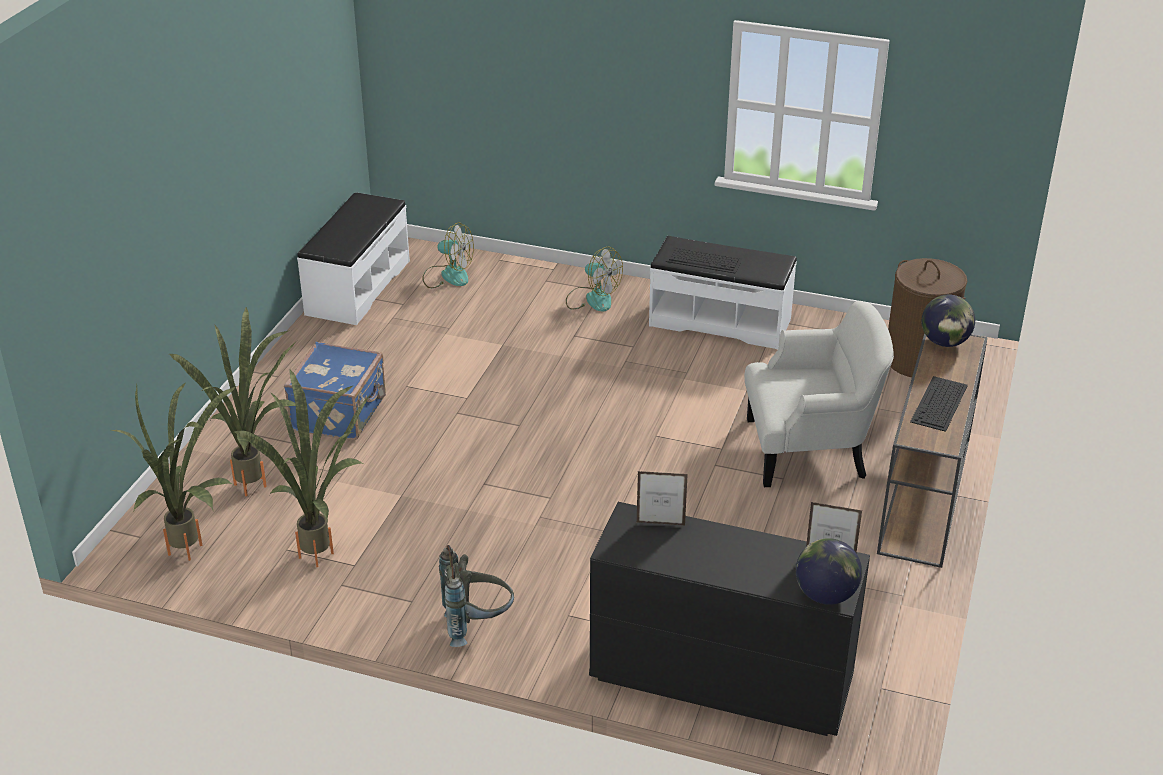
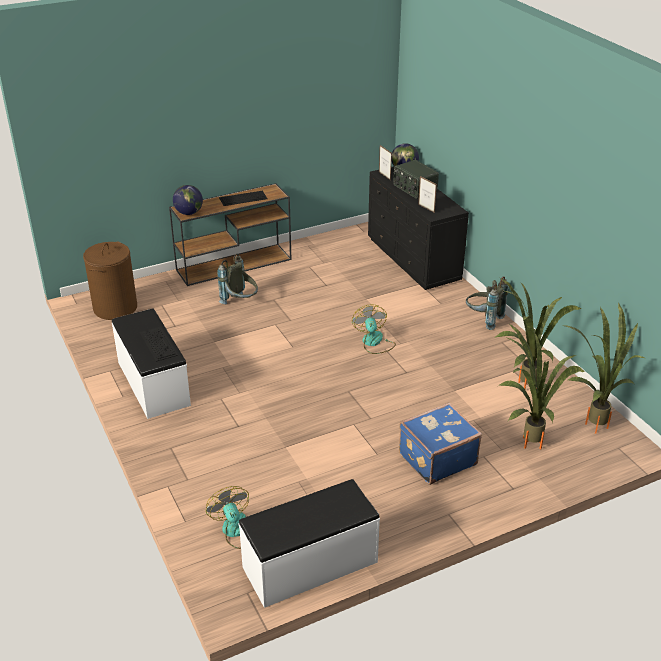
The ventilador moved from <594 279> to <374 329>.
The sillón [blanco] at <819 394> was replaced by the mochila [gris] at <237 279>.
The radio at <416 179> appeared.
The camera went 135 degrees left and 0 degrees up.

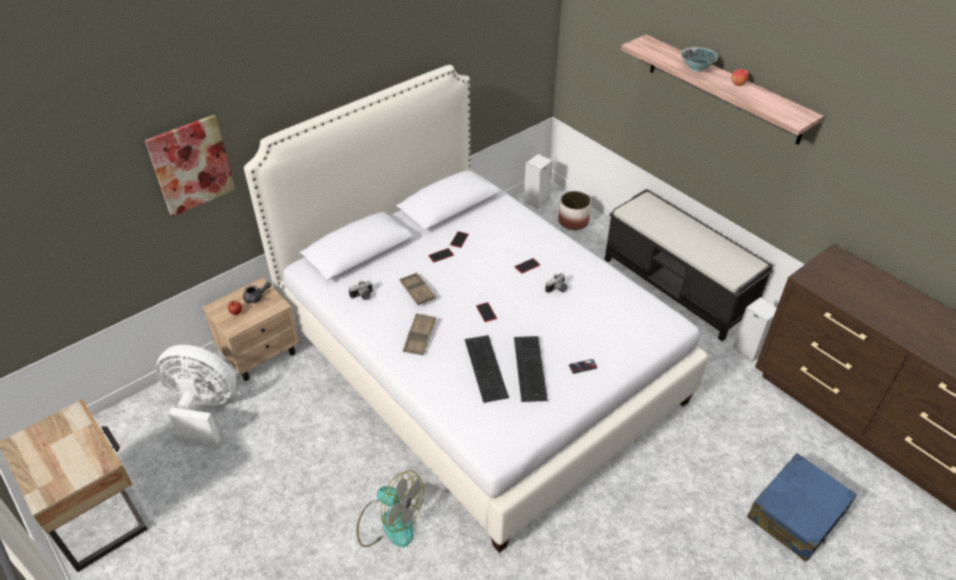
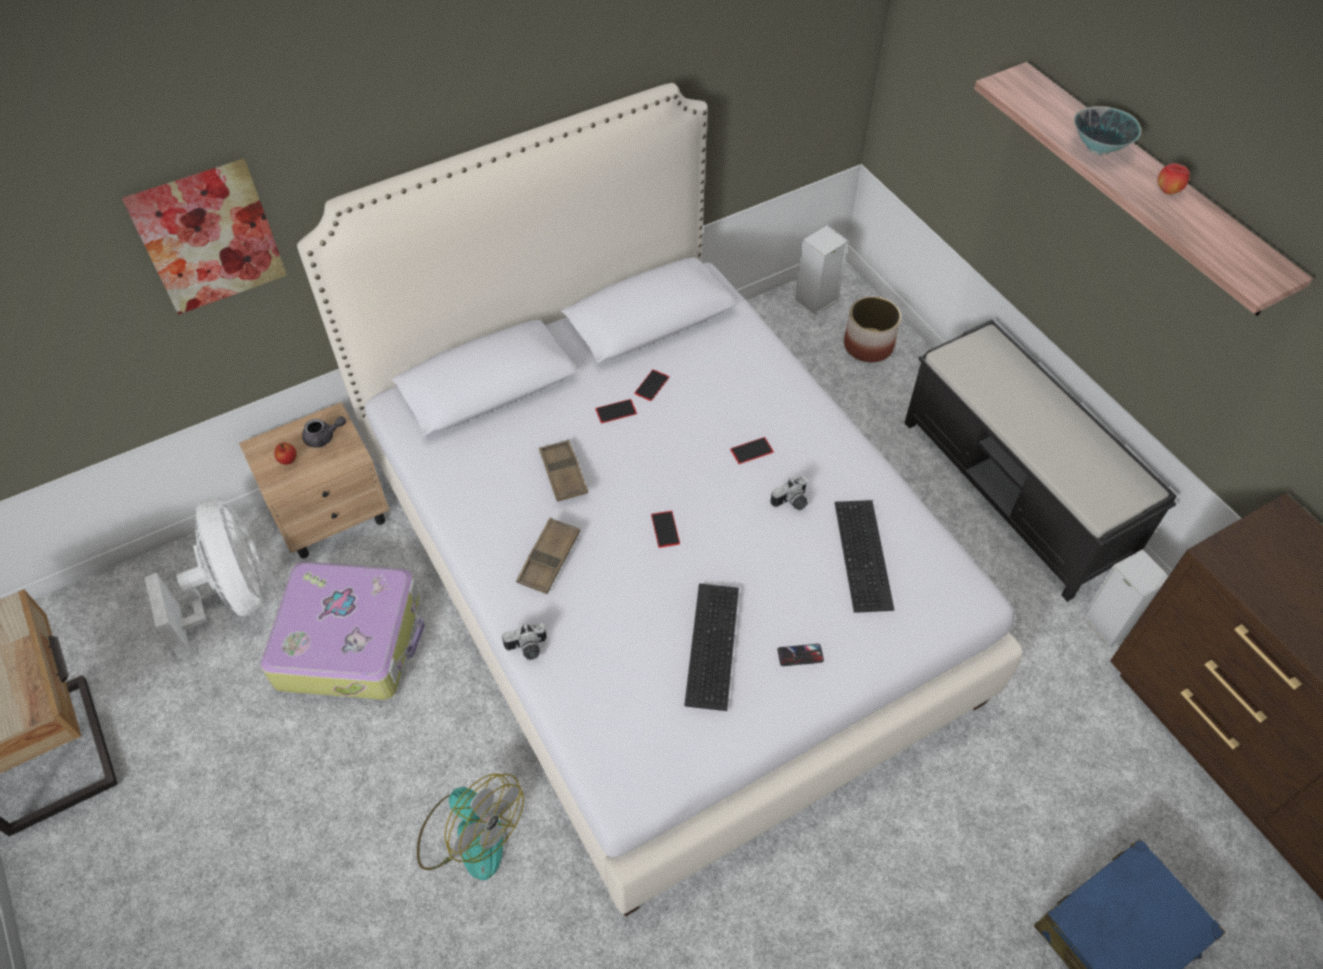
The ventilador [blanco] at <196 395> turned 45 degrees clockwise.
The cámara moved from <361 290> to <524 641>.
The teclado moved from <487 369> to <864 556>.
The maleta at <343 631> appeared.
The camera went 10 degrees right and 10 degrees up.

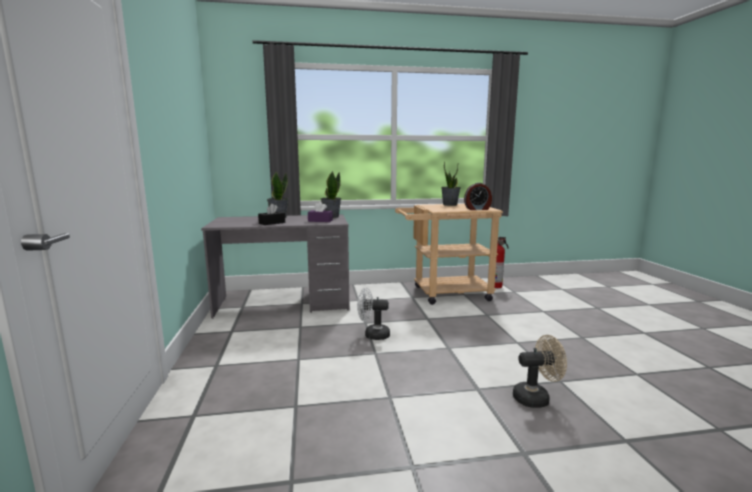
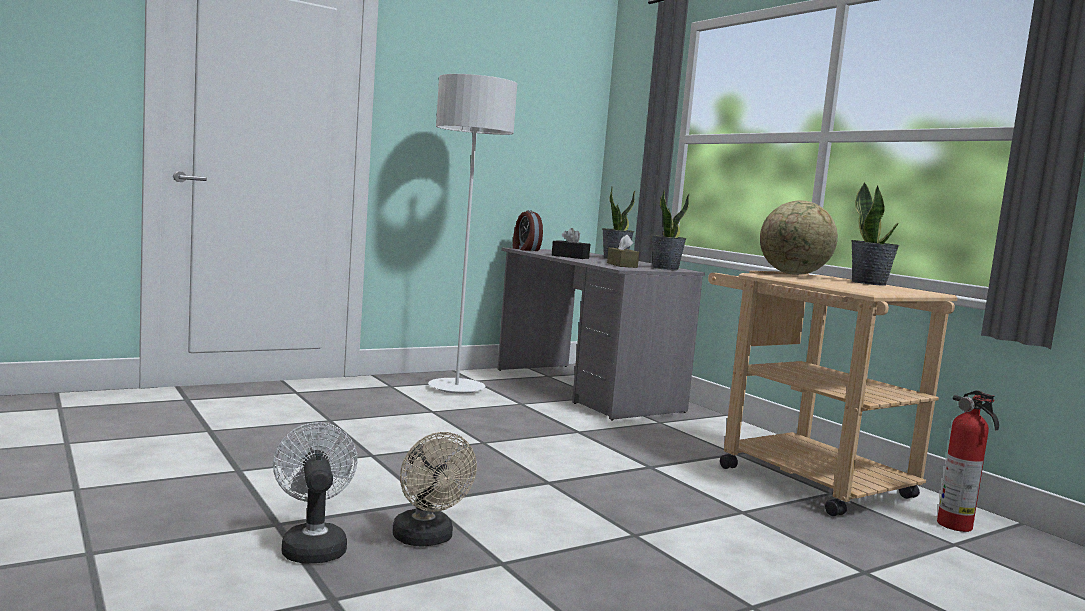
The caja de pañuelos [morado] at <320 212> became the caja de pañuelos [marrón] at <623 251>.
The ventilador [blanco] moved from <373 314> to <315 493>.
The despertador moved from <478 196> to <528 230>.
The lámpara de pie [blanco] at <472 234> appeared.
The globo terráqueo at <799 237> appeared.
The camera went 65 degrees right and 5 degrees down.

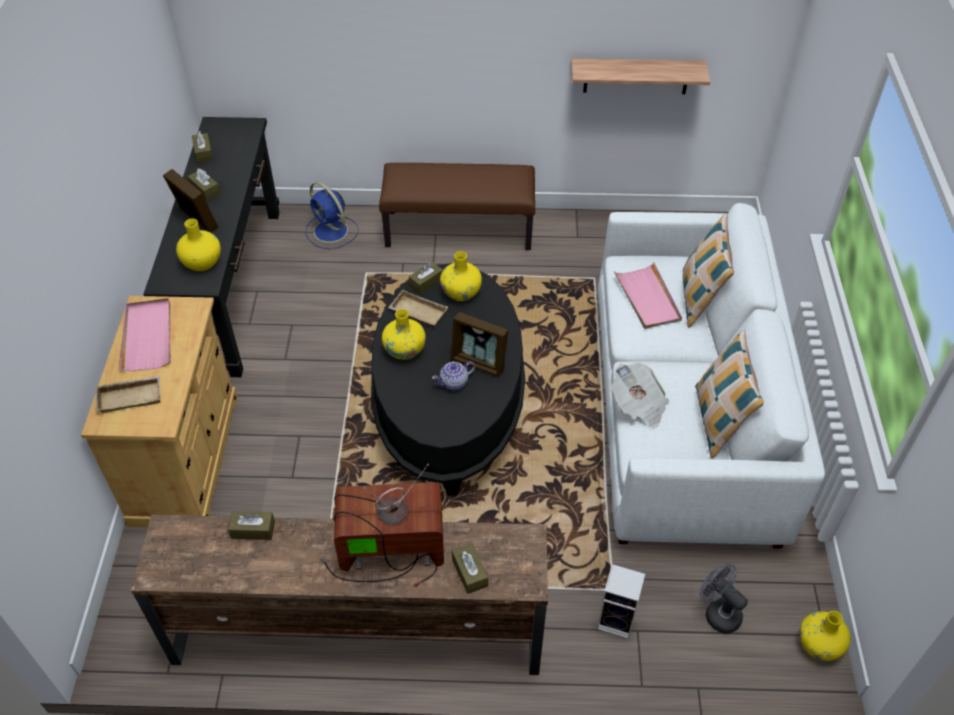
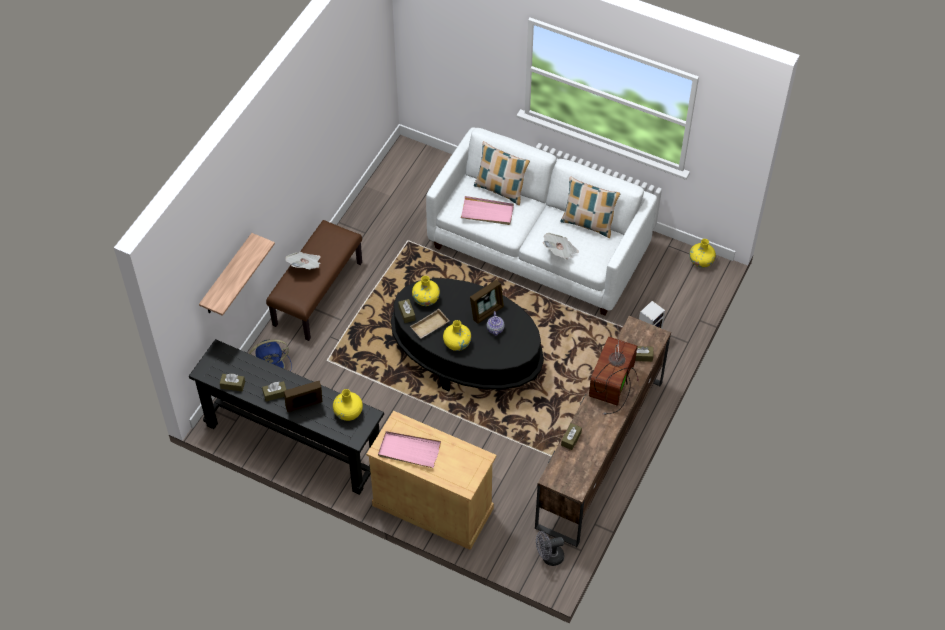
The bandeja [beis] at <128 394> disappeared.
The estante moved from <640 76> to <237 274>.
The ventilador [gris] moved from <724 598> to <550 548>.
The periódico at <303 260> appeared.
The camera went 65 degrees left and 5 degrees up.

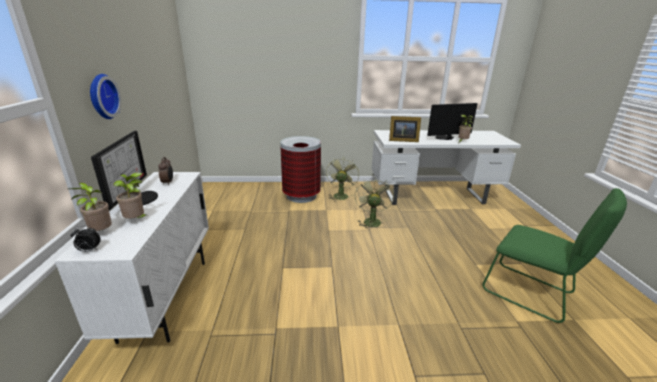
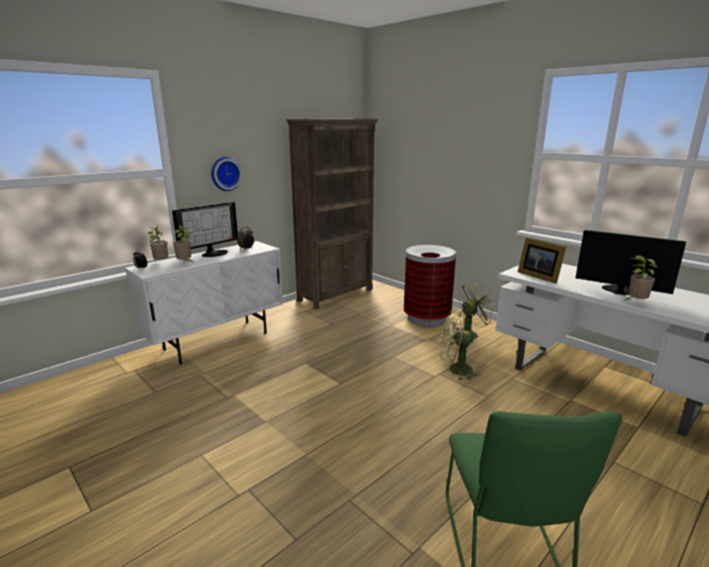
The ventilador [verde] at <374 203> turned 135 degrees counterclockwise.
The estantería [marrón] at <332 214> appeared.
The camera went 50 degrees right and 5 degrees down.

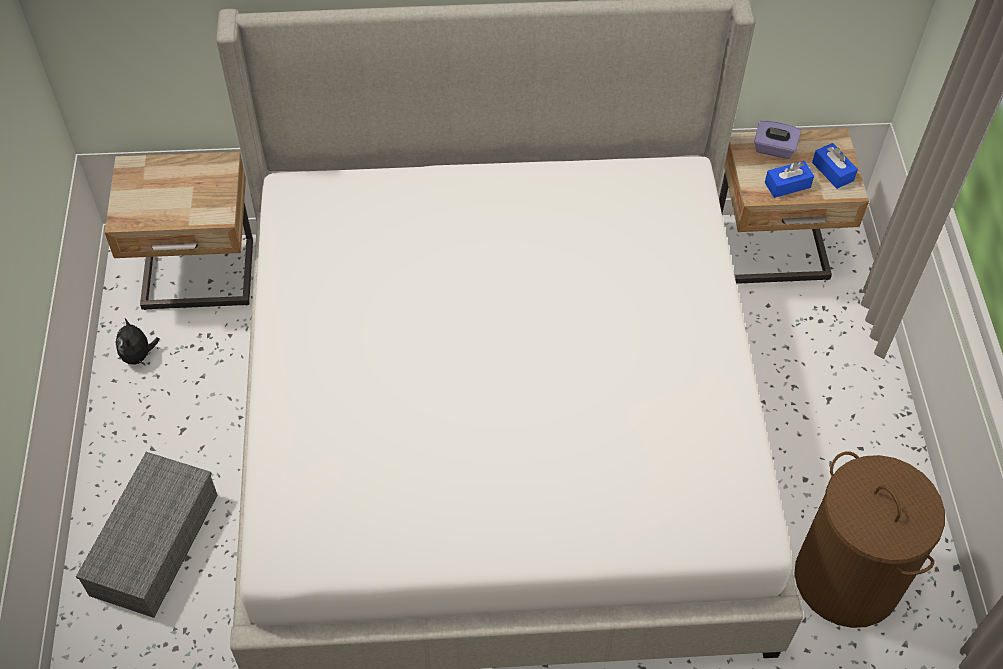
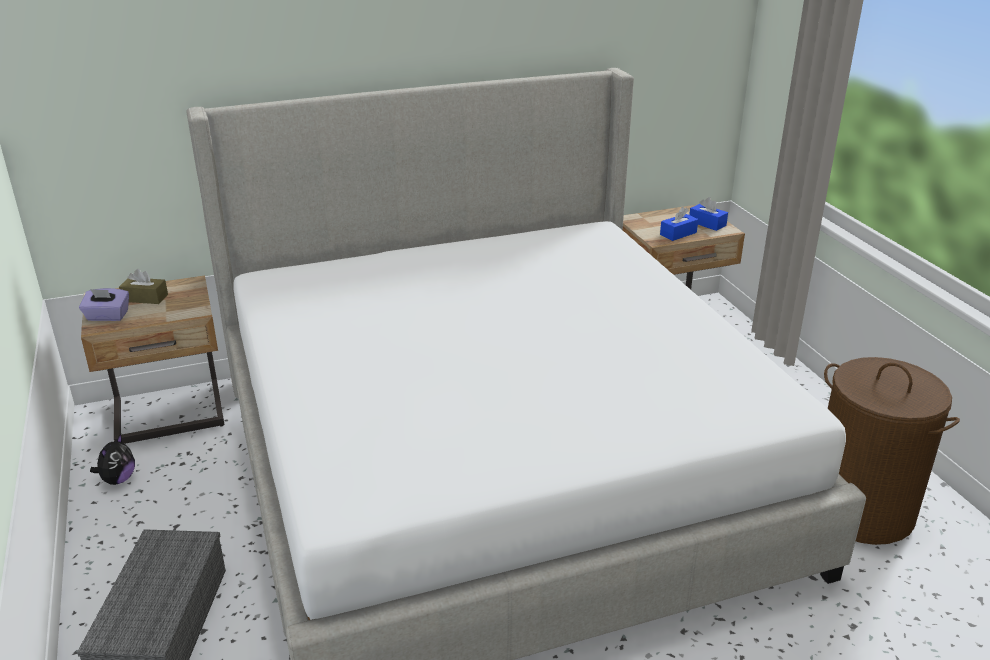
The peluche at <137 342> turned 135 degrees counterclockwise.
The caja de pañuelos [morado] moved from <777 140> to <104 304>.
The caja de pañuelos [marrón] at <143 286> appeared.
The camera went 15 degrees left and 25 degrees down.

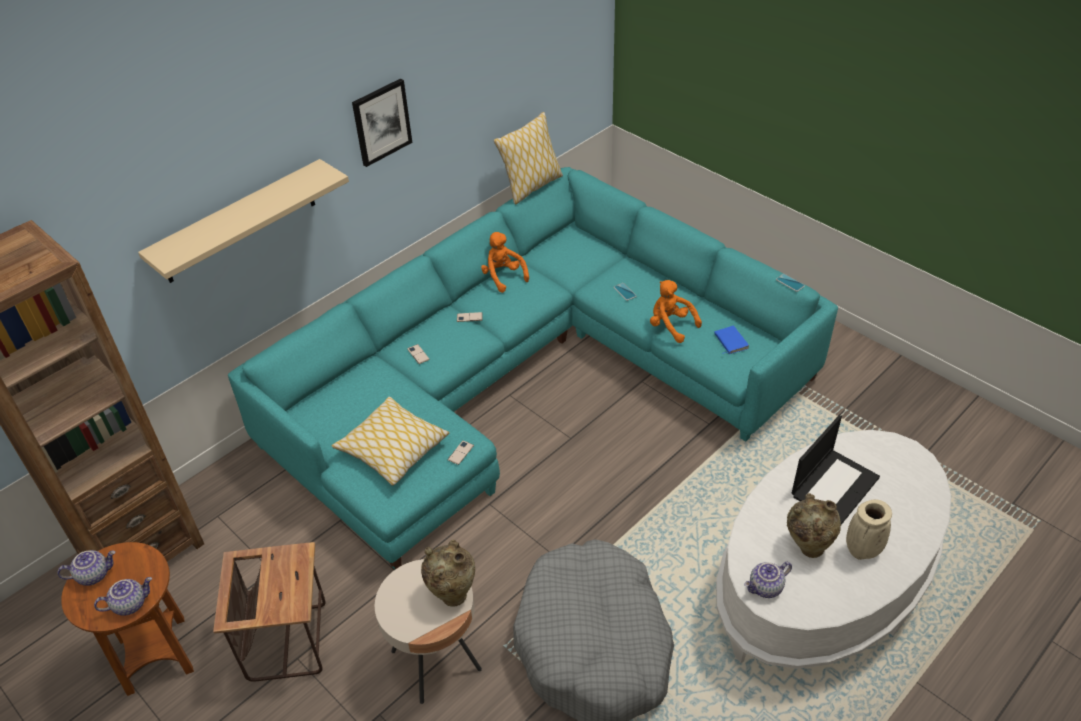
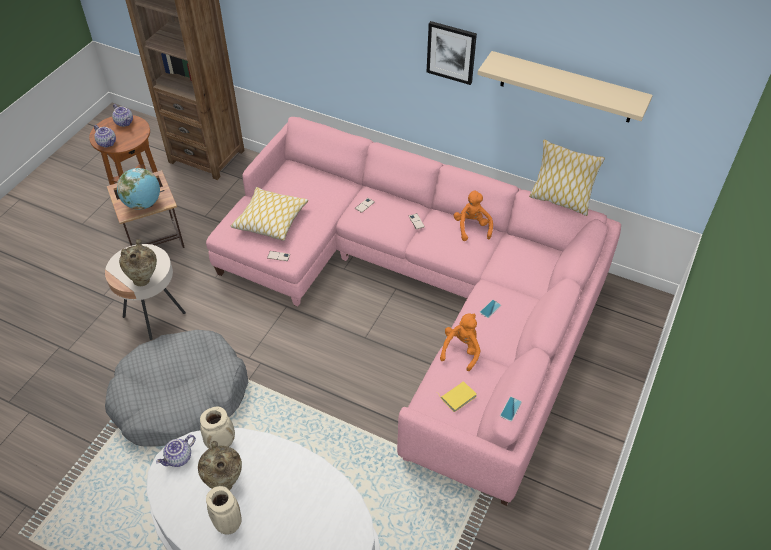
The estante [beis] moved from <243 221> to <565 86>.
The sofá [turquesa] at <533 368> became the sofá [rosa] at <413 311>.
The peluche [naranja] at <505 262> turned 45 degrees counterclockwise.
The libro [azul] at <732 340> became the libro [amarillo] at <456 396>.
The tetera at <768 580> turned 90 degrees counterclockwise.
The portátil at <835 470> disappeared.
The globo terráqueo at <138 189> appeared.
The florero [beis] at <217 428> appeared.
The camera went 70 degrees right and 5 degrees up.

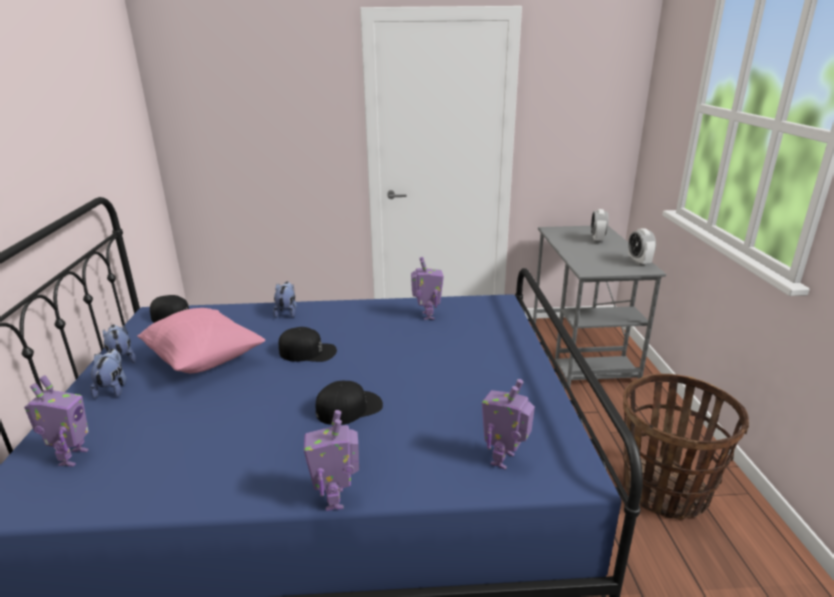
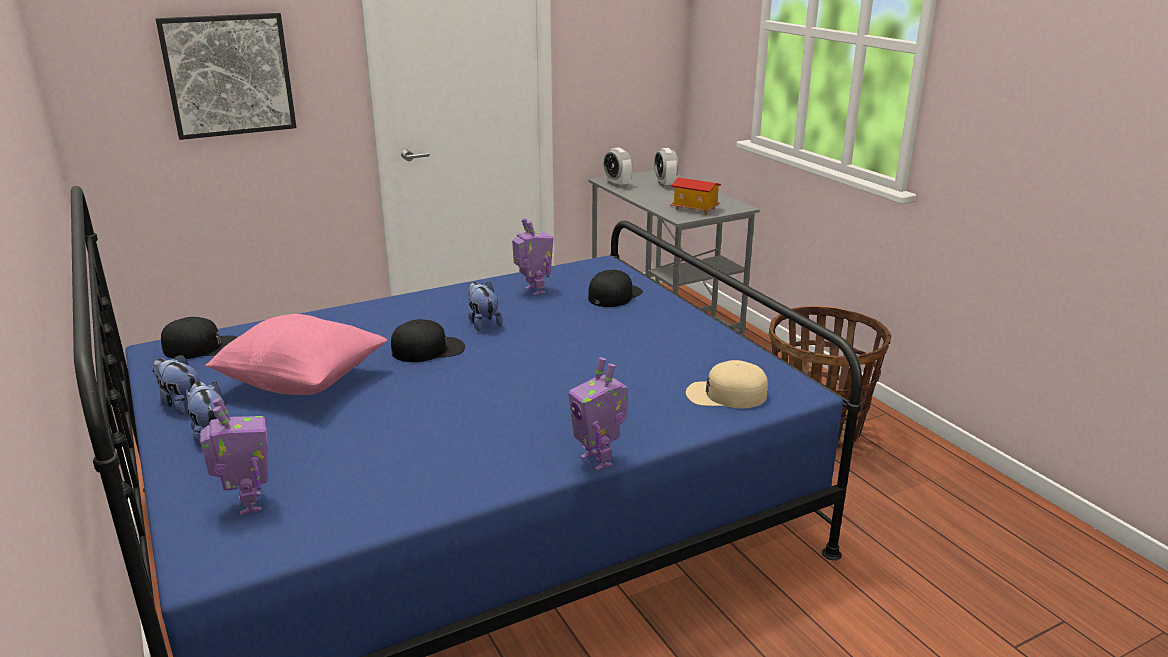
The peluche moved from <285 299> to <485 306>.
The gorra [negro] moved from <349 403> to <615 288>.
The robot de juguete at <508 424> was replaced by the gorra [beis] at <727 384>.
The despertador moved from <642 247> to <617 167>.
The cuadro at <226 76> appeared.
The casita at <695 196> appeared.
The camera went 25 degrees left and 0 degrees up.

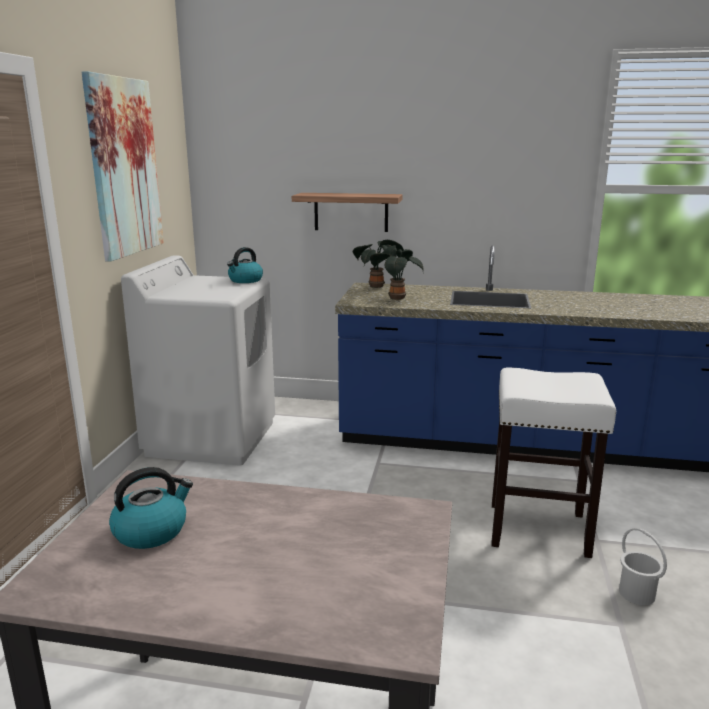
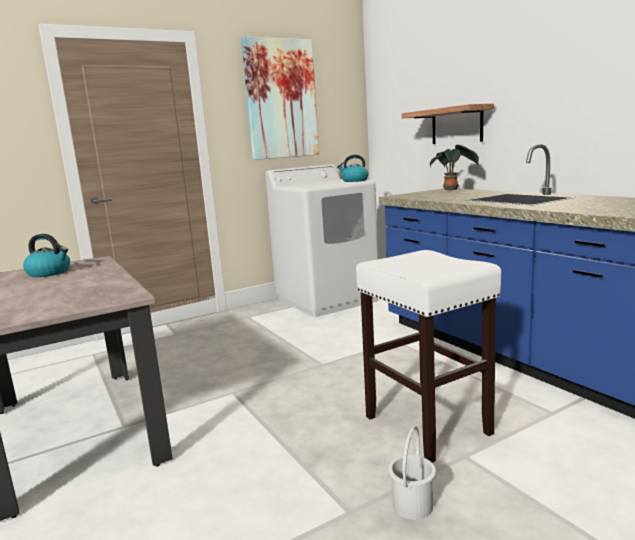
The planta en maceta at <397 273> disappeared.
The camera went 50 degrees right and 5 degrees down.

